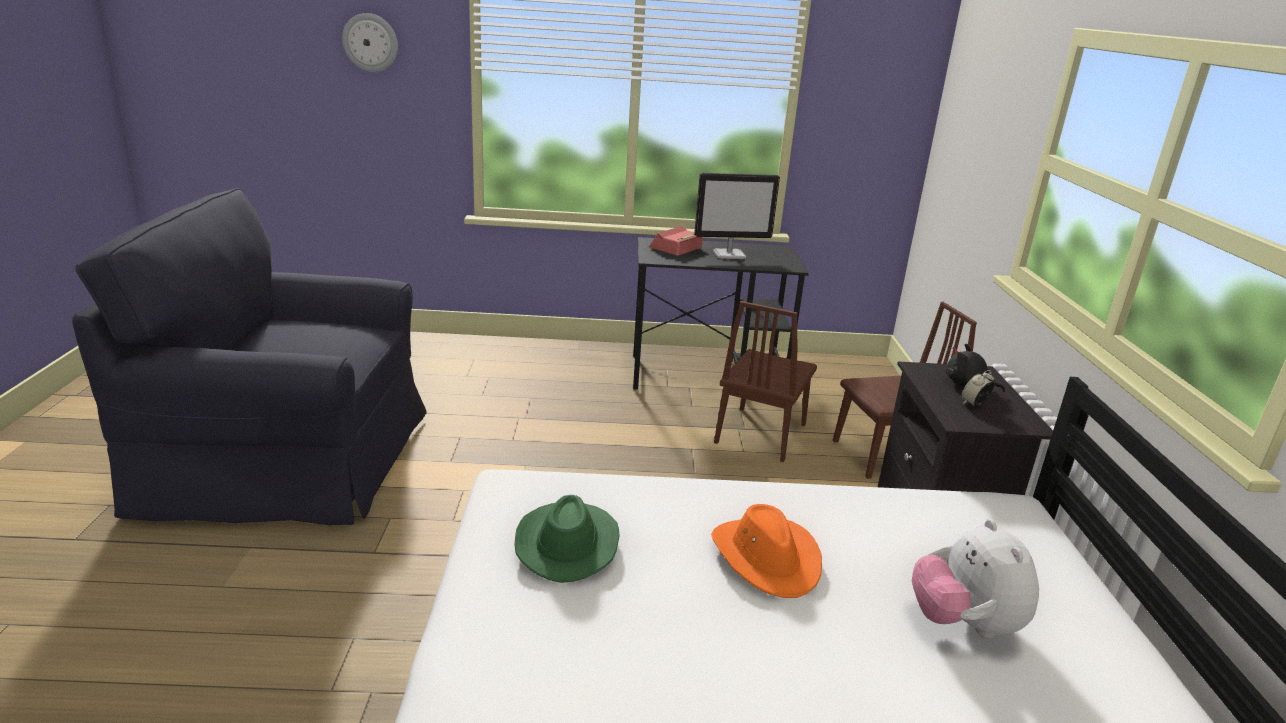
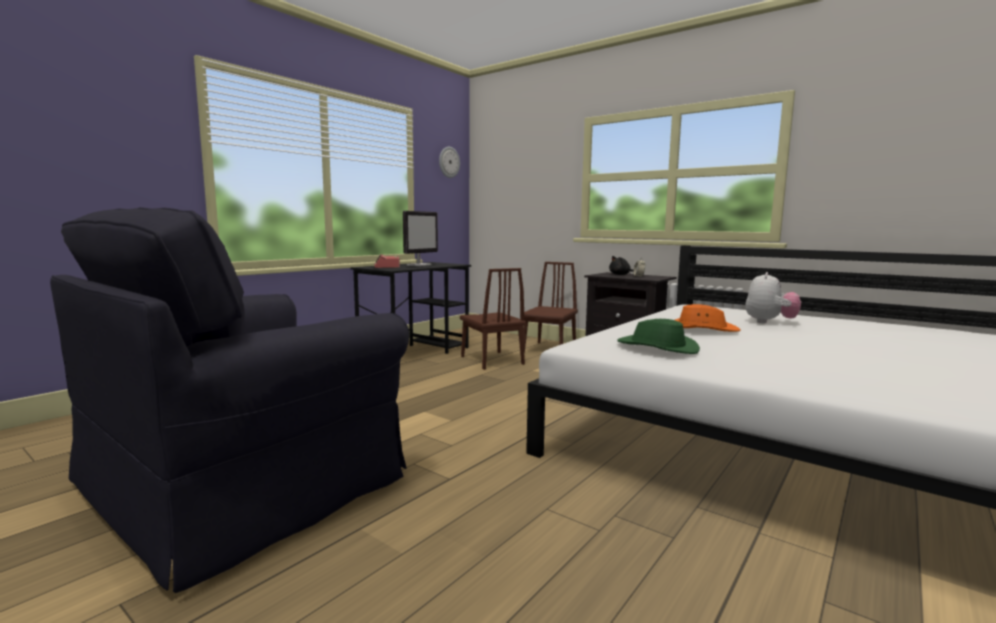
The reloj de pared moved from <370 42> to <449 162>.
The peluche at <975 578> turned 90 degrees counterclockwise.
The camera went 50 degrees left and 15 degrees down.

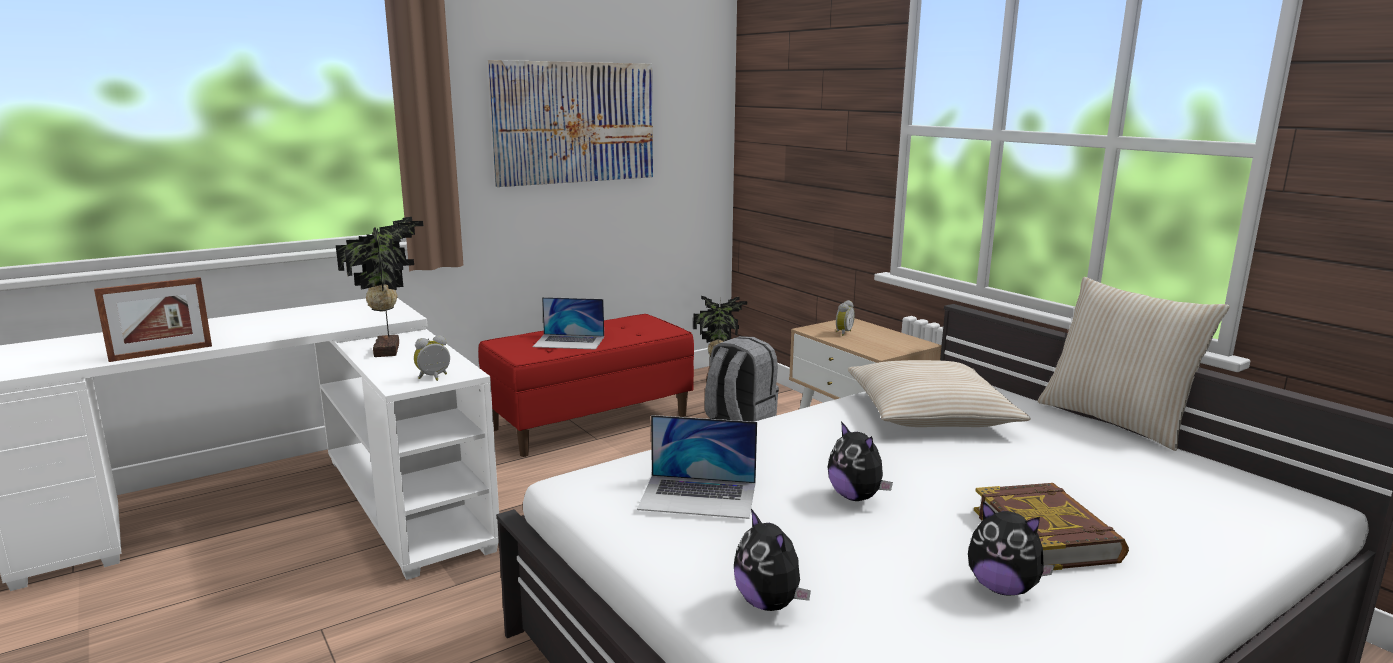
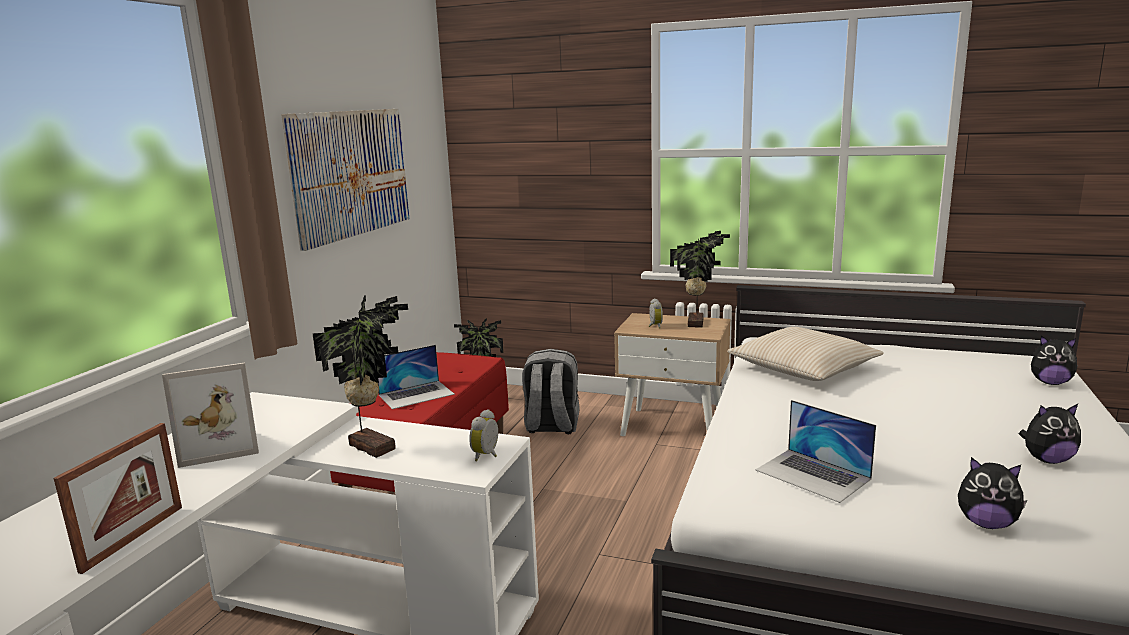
The portátil at <697 467> turned 75 degrees clockwise.
The peluche moved from <860 461> to <1054 360>.
The libro at <1051 526> disappeared.
The cojín [beis] at <1134 364> disappeared.
The portarretratos at <210 415> appeared.
The planta en maceta at <700 279> appeared.
The camera went 35 degrees left and 0 degrees up.

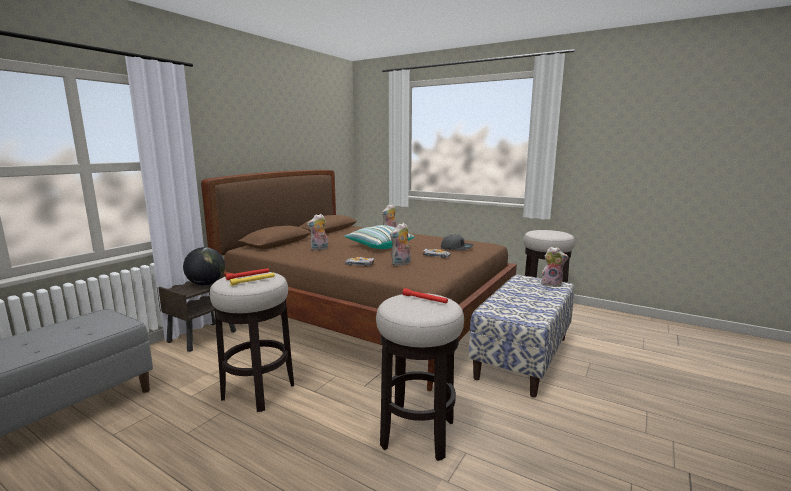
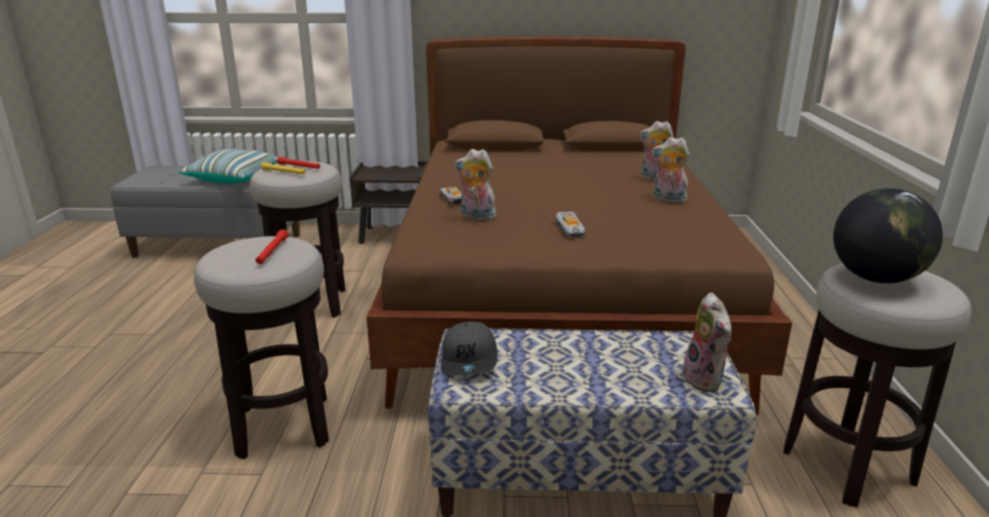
The globo terráqueo moved from <204 266> to <888 235>.
The peluche moved from <317 232> to <670 170>.
The cojín moved from <380 237> to <228 166>.
The gorra [gris] moved from <457 242> to <469 348>.
The camera went 60 degrees right and 10 degrees up.

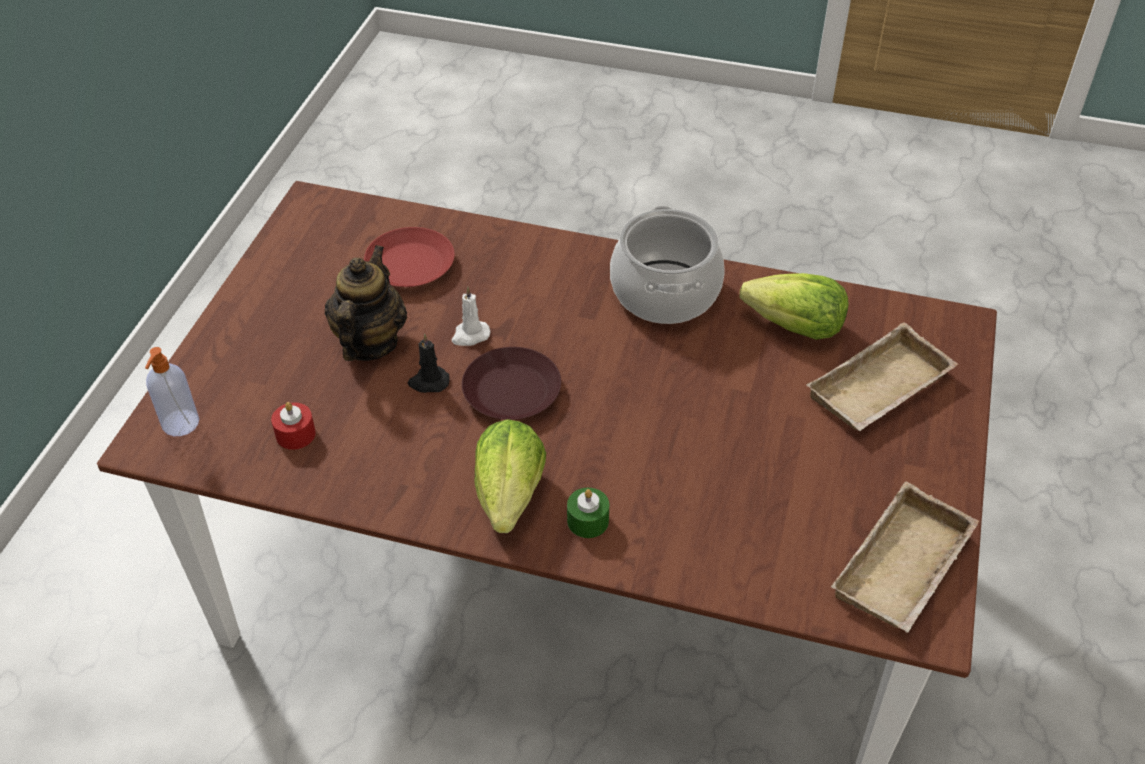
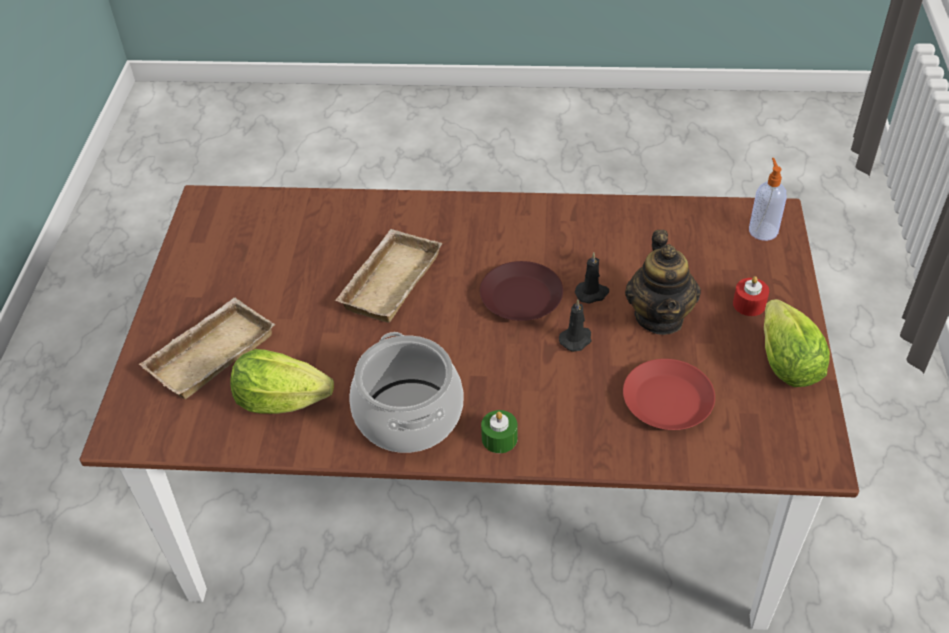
The vela [rojo] moved from <293 426> to <751 296>.
The vela [blanco] at <471 316> became the vela [negro] at <575 325>.
The lechuga moved from <510 476> to <797 343>.
The vela [verde] moved from <588 513> to <499 431>.
The bandeja [beis] moved from <905 557> to <389 276>.
The camera went 170 degrees right and 0 degrees up.

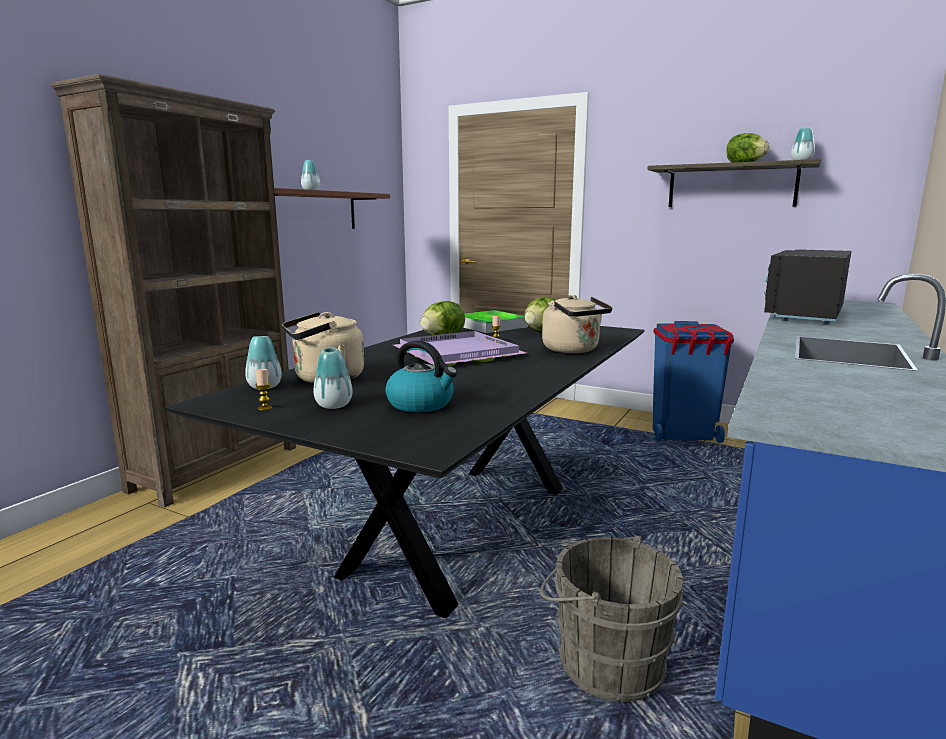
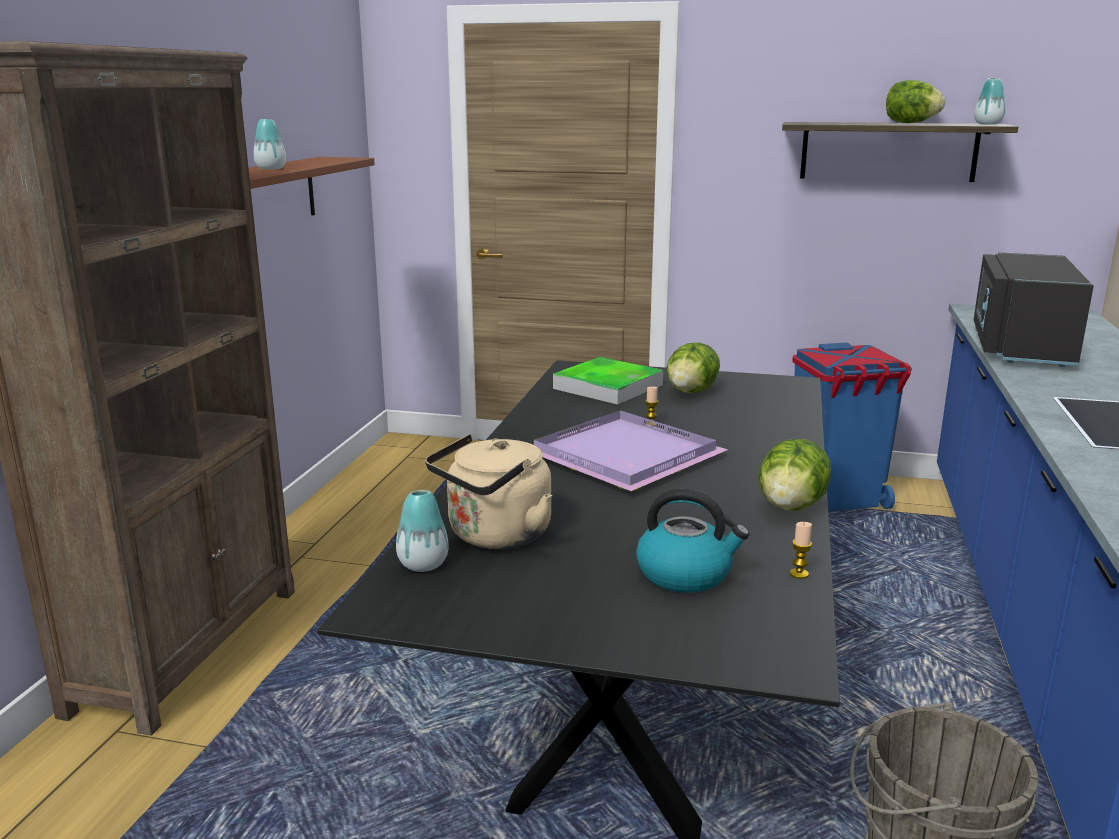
The vela moved from <263 389> to <801 550>.
The florero at <333 378> disappeared.
The lechuga moved from <442 319> to <795 475>.
The hervidor [beis] at <577 324> disappeared.
The camera went 15 degrees left and 5 degrees up.

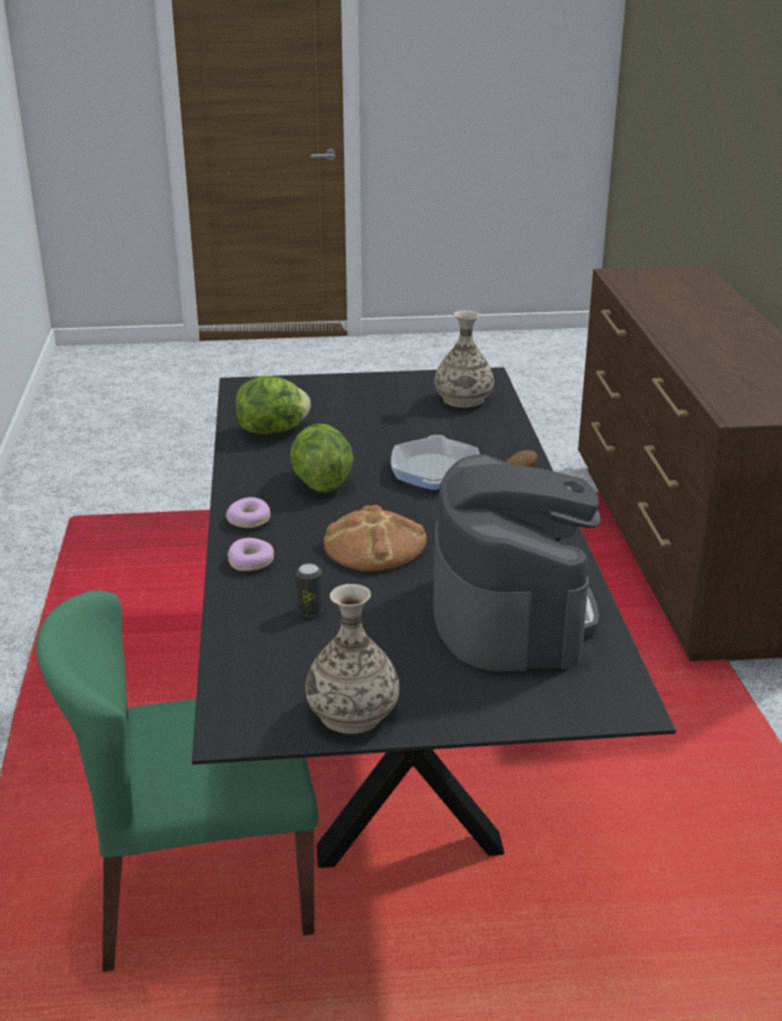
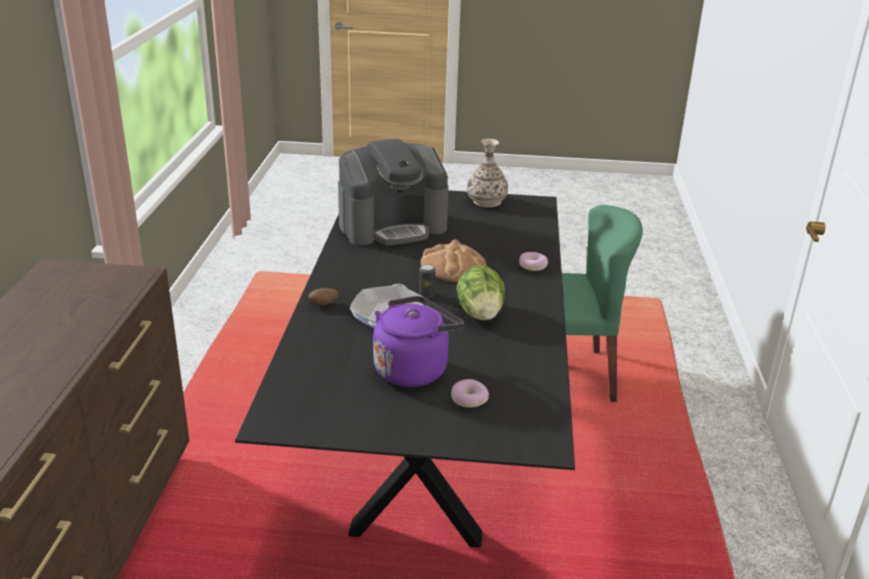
The rosquilla moved from <248 512> to <470 393>.
The lechuga at <273 405> disappeared.
The lata moved from <309 590> to <427 281>.
The cafetera at <517 562> turned 120 degrees counterclockwise.
The florero at <464 359> disappeared.
The hervidor [morado] at <418 341> appeared.
The camera went 170 degrees left and 0 degrees up.

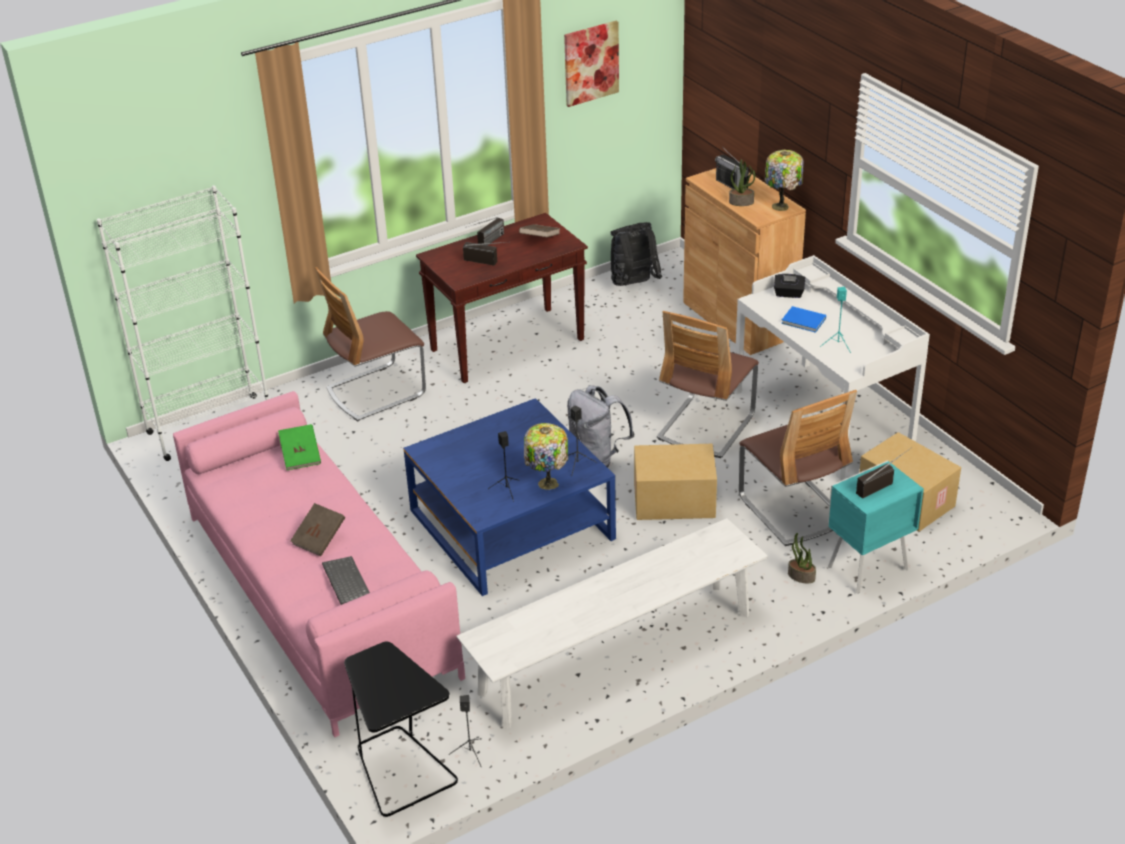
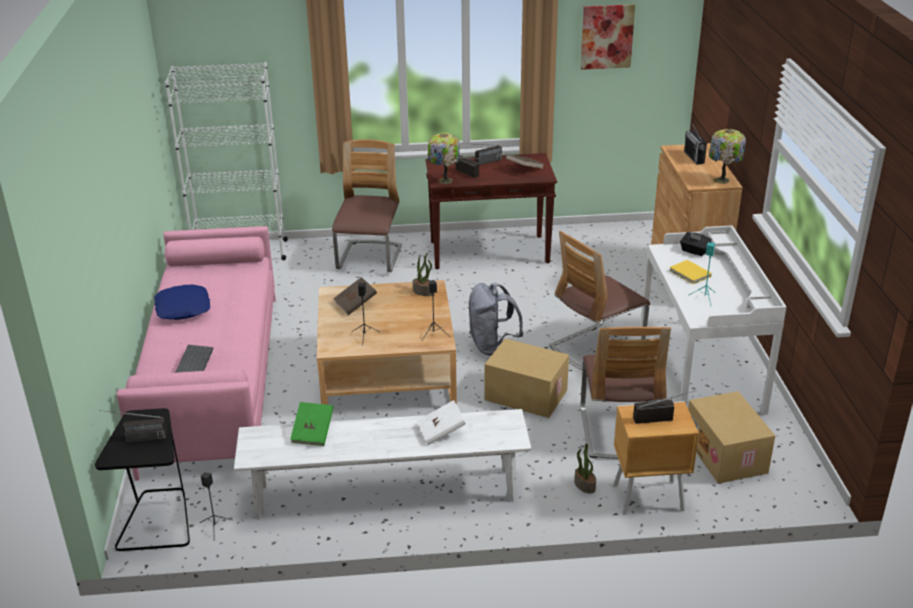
The libro [verde] moved from <299 447> to <312 424>.
The libro [marrón] moved from <317 529> to <355 296>.
The silla at <370 344> turned 105 degrees clockwise.
The mesa de centro [azul] at <509 497> became the mesa de centro [beis] at <387 342>.
The lámpara de mesa moved from <546 456> to <444 158>.
The mochila [negro] at <636 254> disappeared.
The planta en maceta moved from <742 182> to <422 274>.
The libro [azul] at <803 319> became the libro [amarillo] at <690 272>.
The mesita de noche [turquesa] at <876 527> became the mesita de noche [marrón] at <656 458>.
The radio at <133 426> appeared.
The cojín [azul] at <182 302> appeared.
The libro [blanco] at <441 422> appeared.
The camera went 25 degrees right and 5 degrees down.

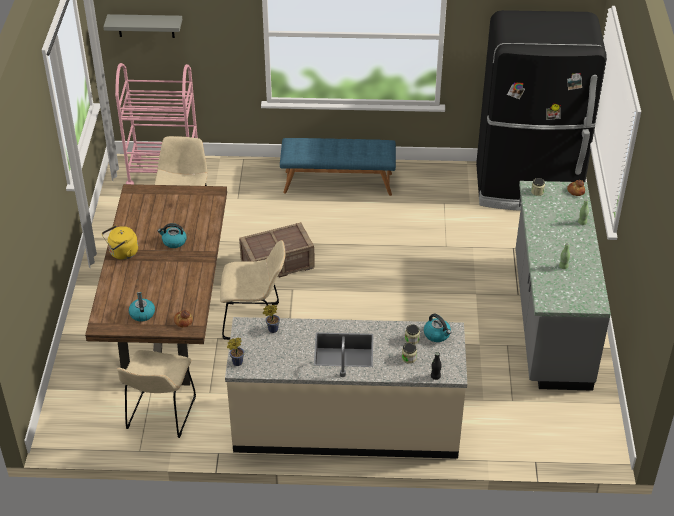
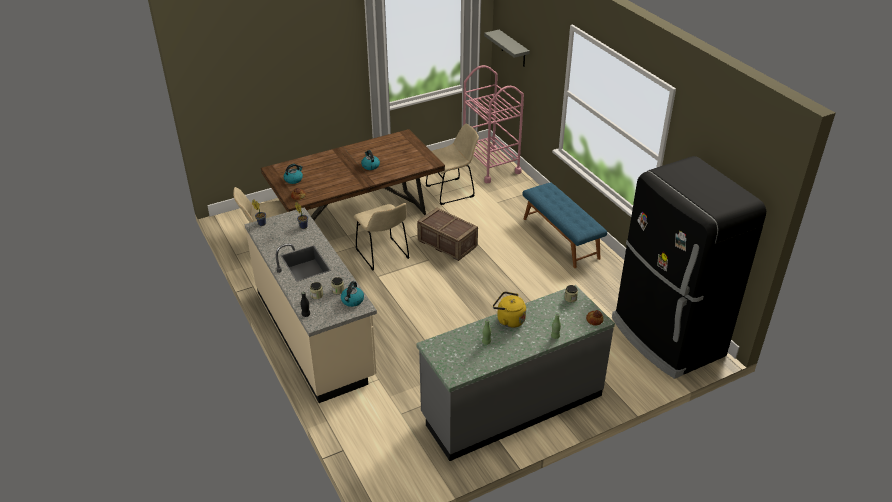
The hervidor [amarillo] moved from <120 242> to <509 309>.
The camera went 60 degrees right and 5 degrees down.

